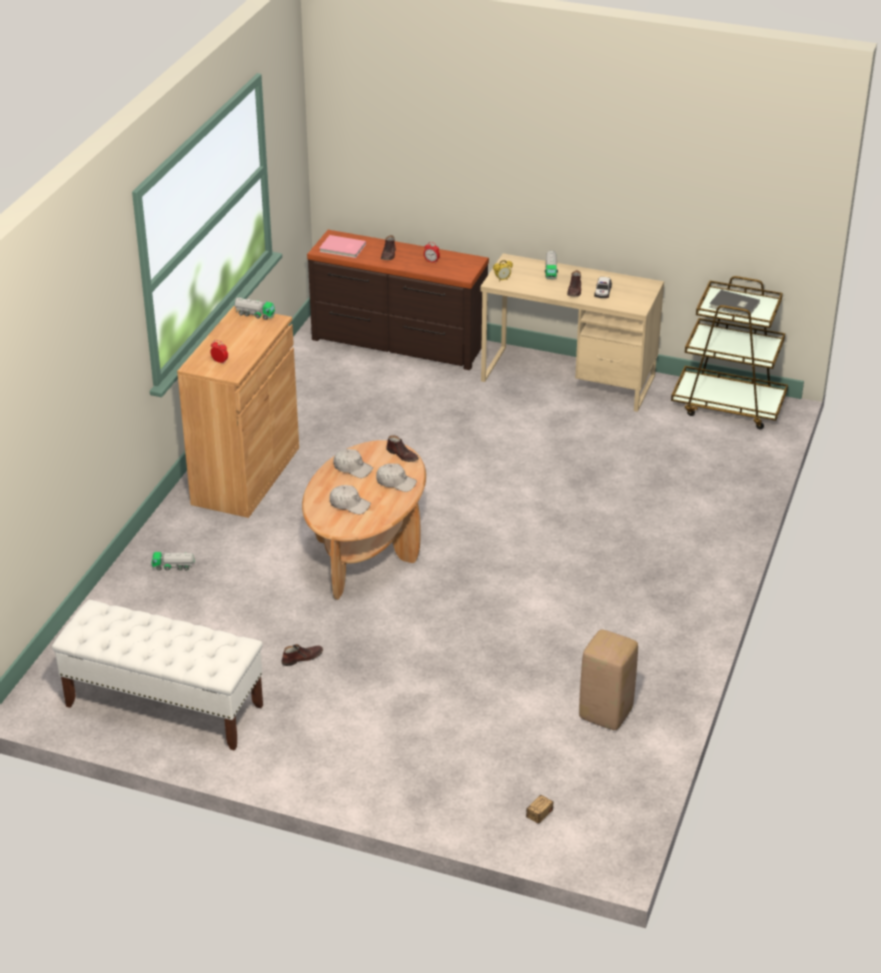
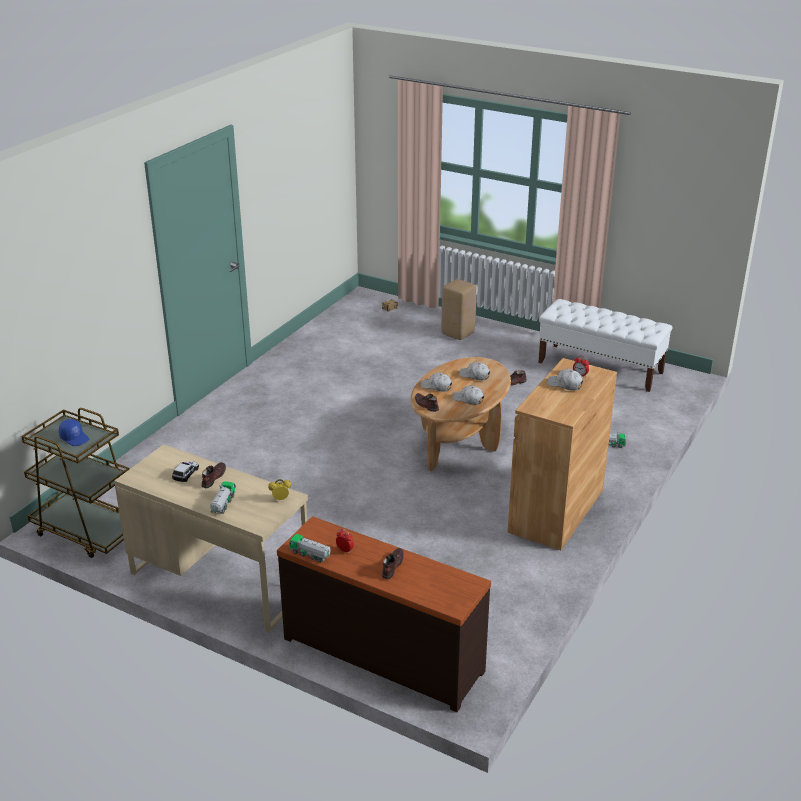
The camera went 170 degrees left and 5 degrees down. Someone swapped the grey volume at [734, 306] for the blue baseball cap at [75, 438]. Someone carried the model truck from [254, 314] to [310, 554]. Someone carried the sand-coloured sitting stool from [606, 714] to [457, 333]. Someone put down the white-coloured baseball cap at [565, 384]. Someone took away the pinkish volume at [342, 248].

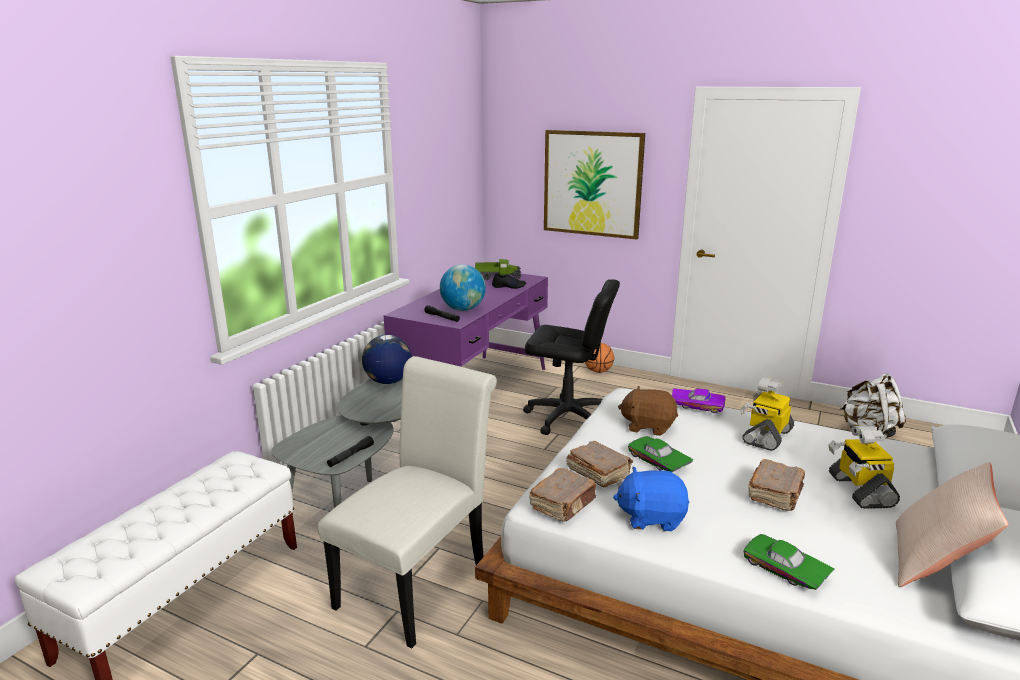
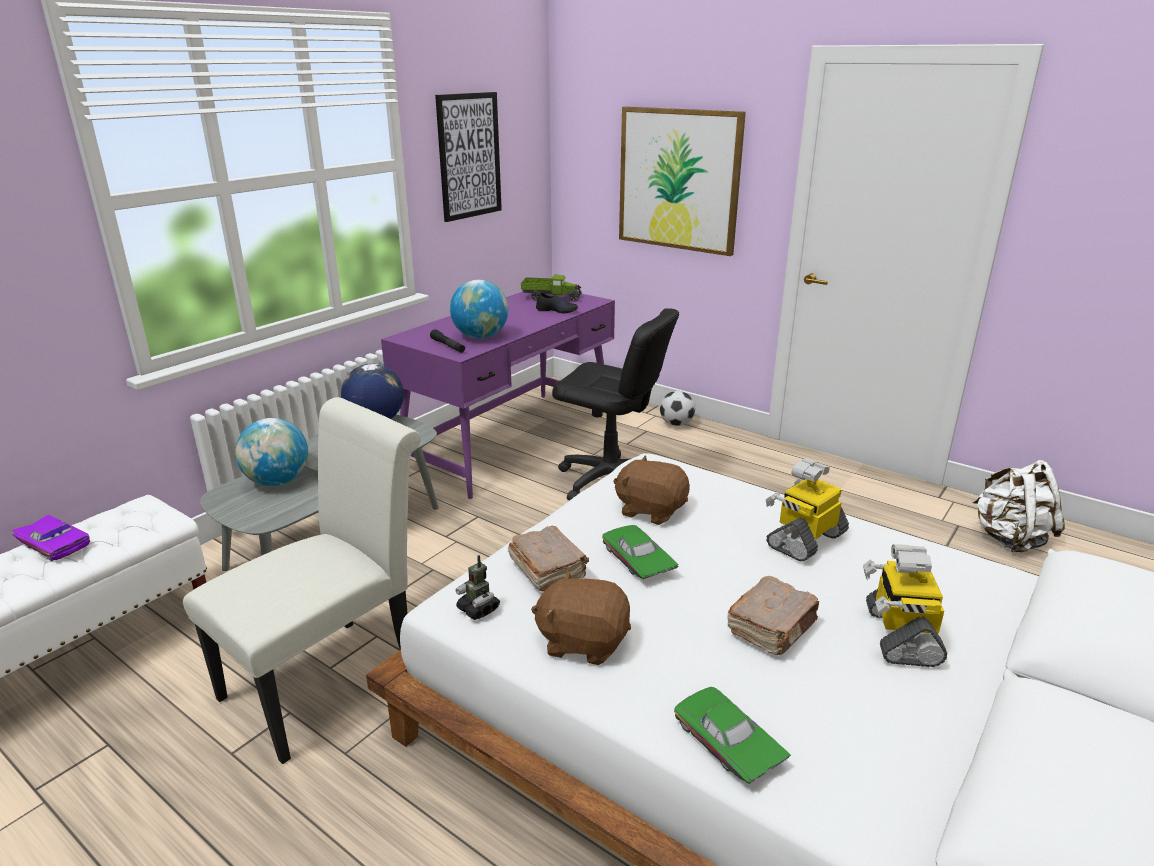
The camera went 10 degrees right and 5 degrees up. Someone carried the purple miniature car from [697, 404] to [56, 543]. Someone put down the world globe at [278, 482]. Someone put up the wall art at [469, 156]. Someone swapped the brownish volume at [563, 504] for the model robot at [478, 609]. Someone repainted the blue cuddly toy at [651, 517], which became the brownish cuddly toy at [583, 641]. Someone swapped the basketball at [598, 371] for the football at [676, 424]. Someone took away the black torch at [351, 456]. Someone took away the sand-coloured throw pillow at [935, 562].

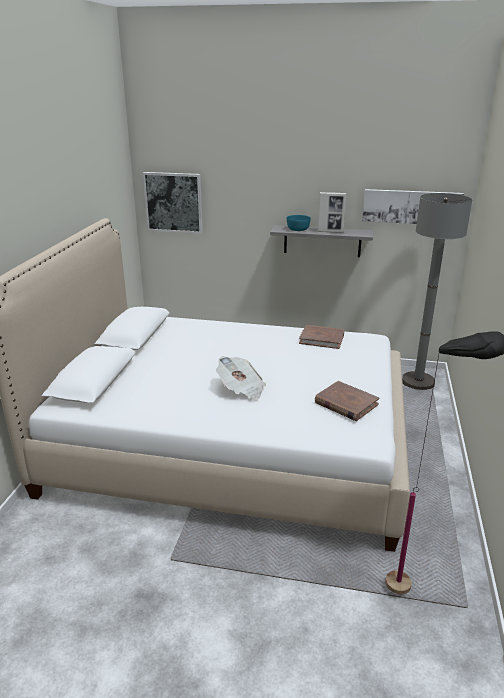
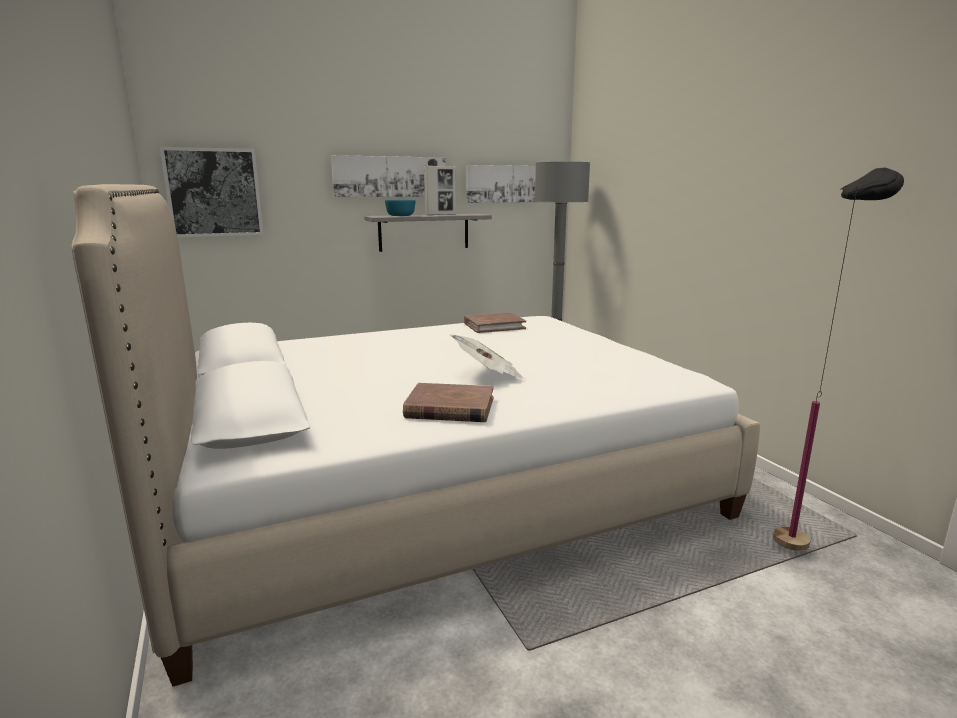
The camera went 35 degrees left and 10 degrees down. Someone put up the wall art at [390, 176]. Someone carried the brownish volume from [346, 403] to [449, 408].

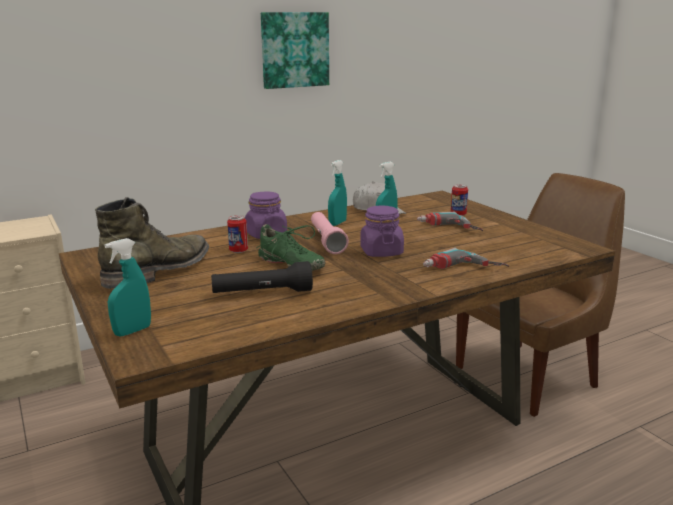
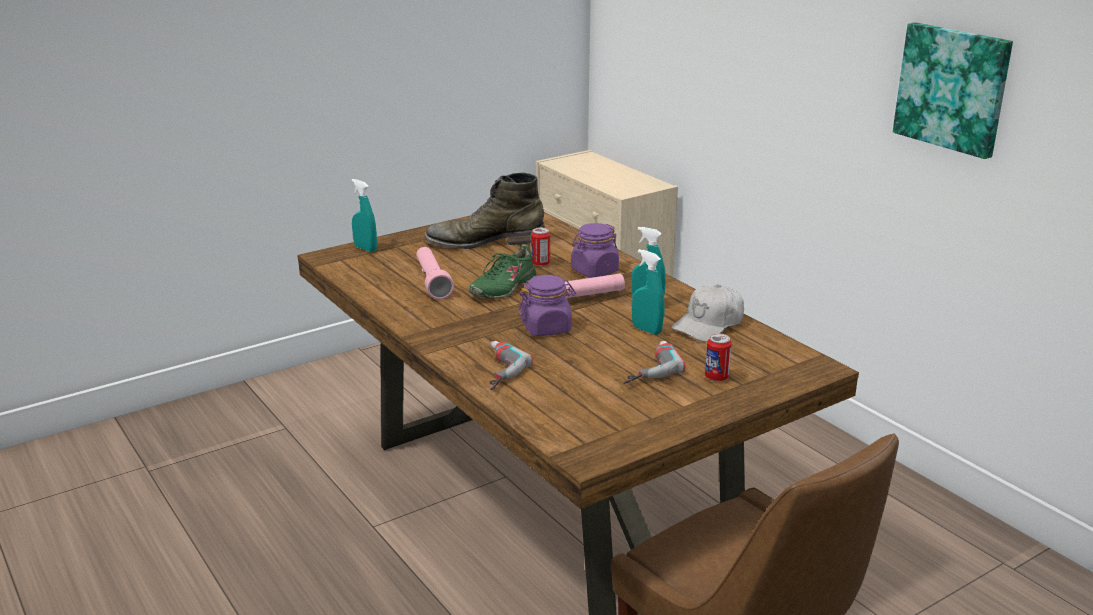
The camera went 85 degrees right and 5 degrees up. Someone repainted the black torch at [262, 293], which became the pinkish torch at [432, 282]. Someone rotated the green tall boot at [160, 270] by 150 degrees clockwise.

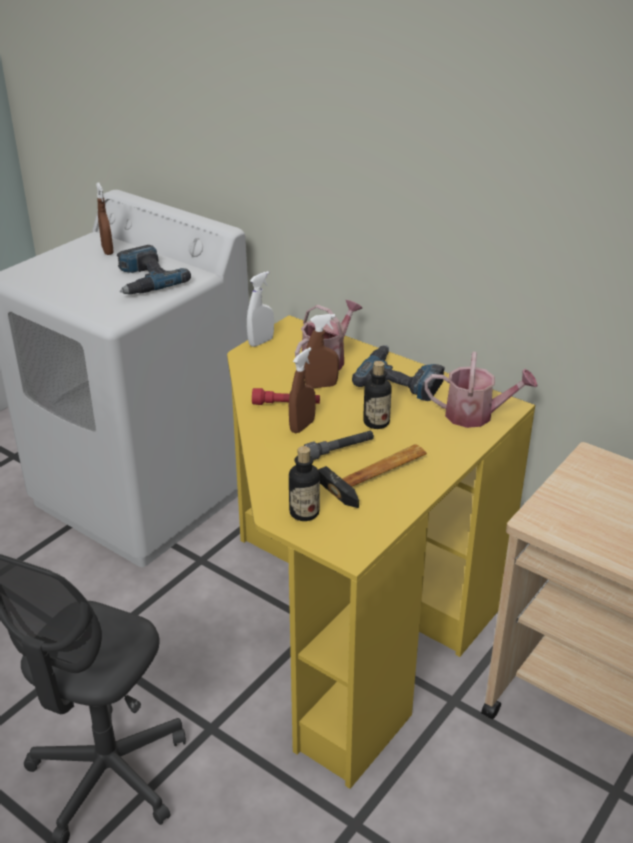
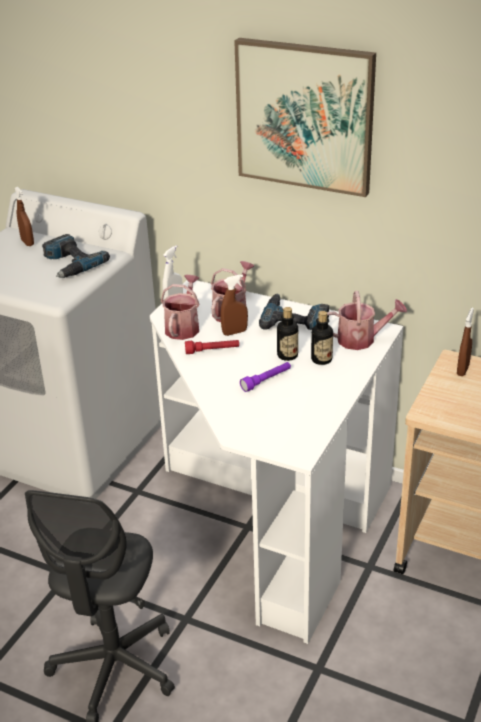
The camera went 10 degrees left and 0 degrees up. Someone repainted the yellow desk table at [345, 616], which became the white-coloured desk table at [268, 516]. Someone put down the watering pot at [183, 327]. Someone put up the wall art at [305, 116]. Someone repainted the grey torch at [339, 450], which became the purple torch at [266, 381]. Someone carried the beverage bottle from [304, 512] to [321, 359]. Someone carried the brownish hand sprayer from [302, 426] to [462, 370]. Someone took away the hand hammer at [379, 475].

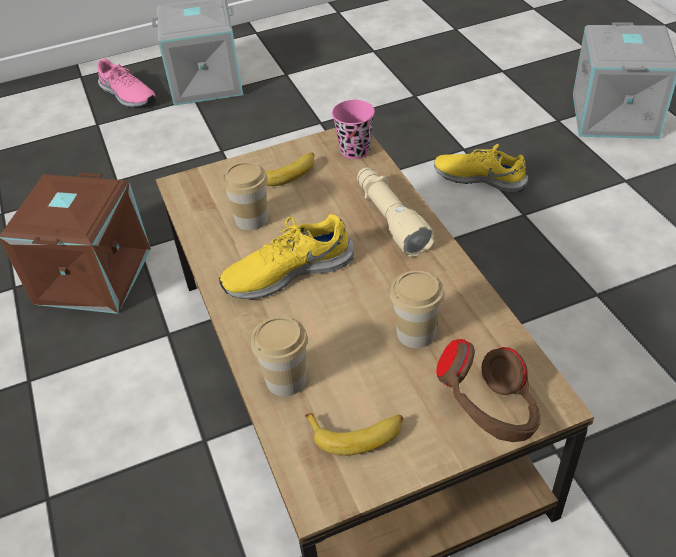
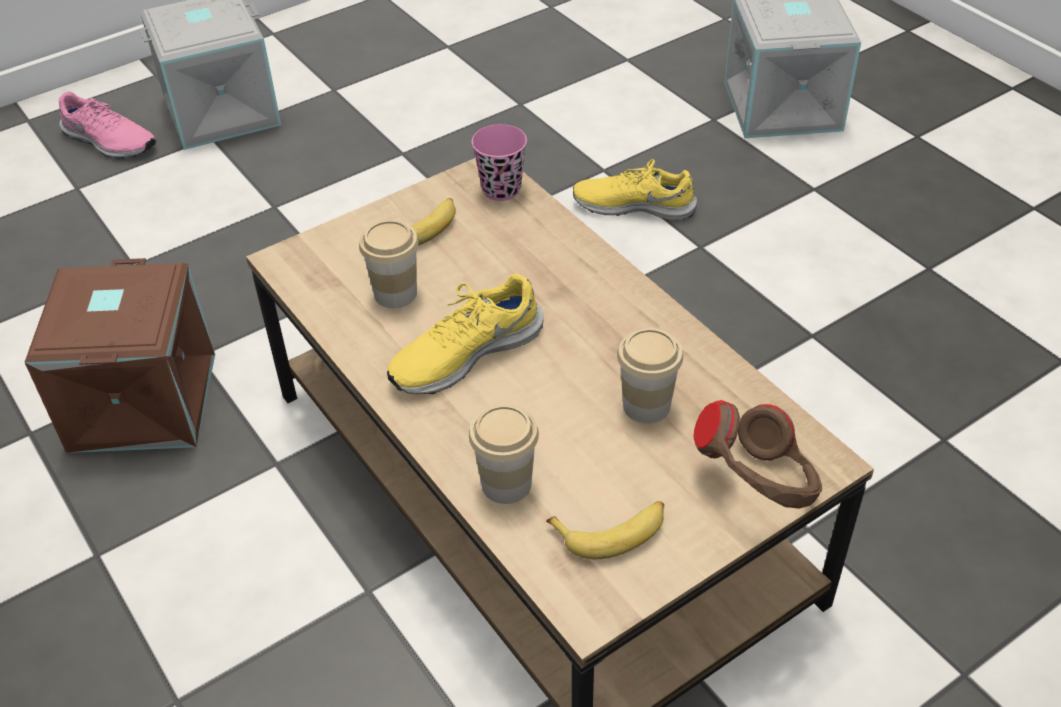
The camera went 15 degrees left and 0 degrees up. Someone took away the sand-coloured torch at [390, 219].

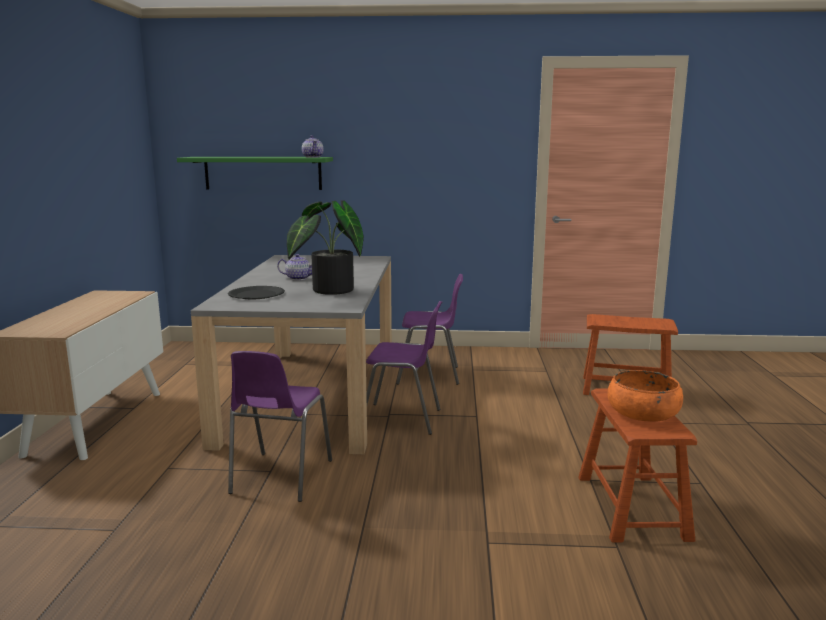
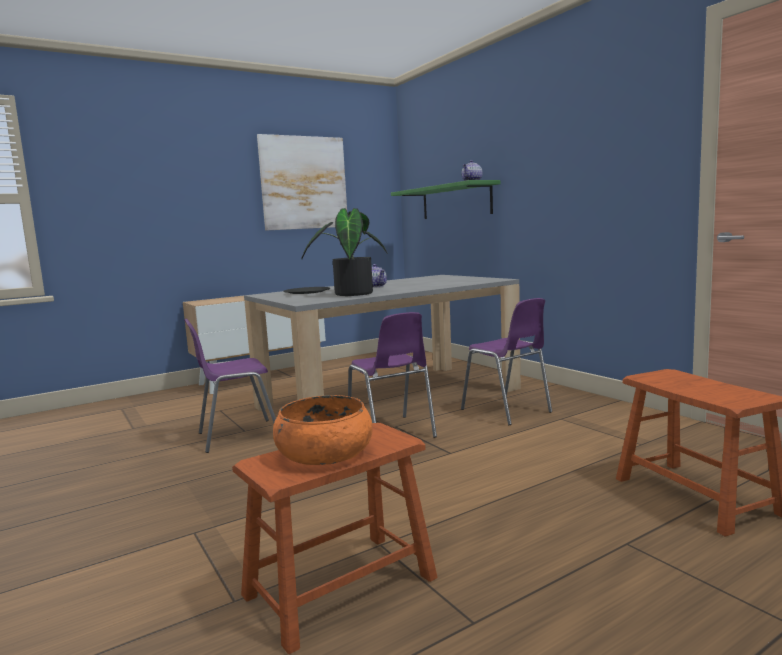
The camera went 55 degrees right and 5 degrees down. Someone put up the wall art at [303, 183].

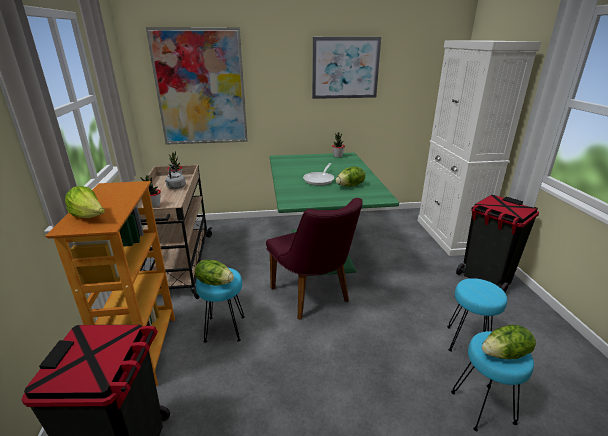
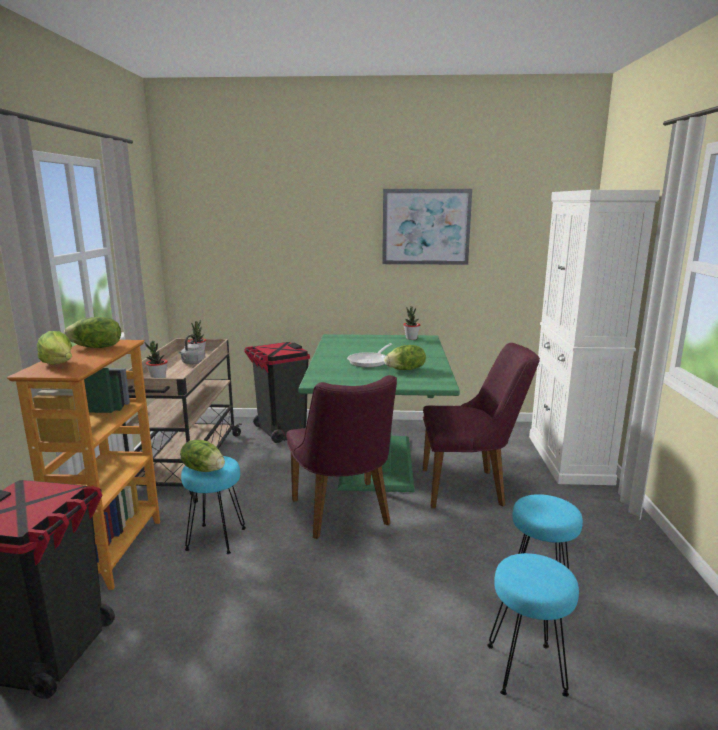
The camera went 10 degrees right and 10 degrees down. Someone carried the lettuce head from [505, 354] to [96, 347]. Someone carried the black trash can from [485, 279] to [281, 432]. Someone put down the purple plain chair at [471, 487]. Someone took away the wall art at [201, 88].

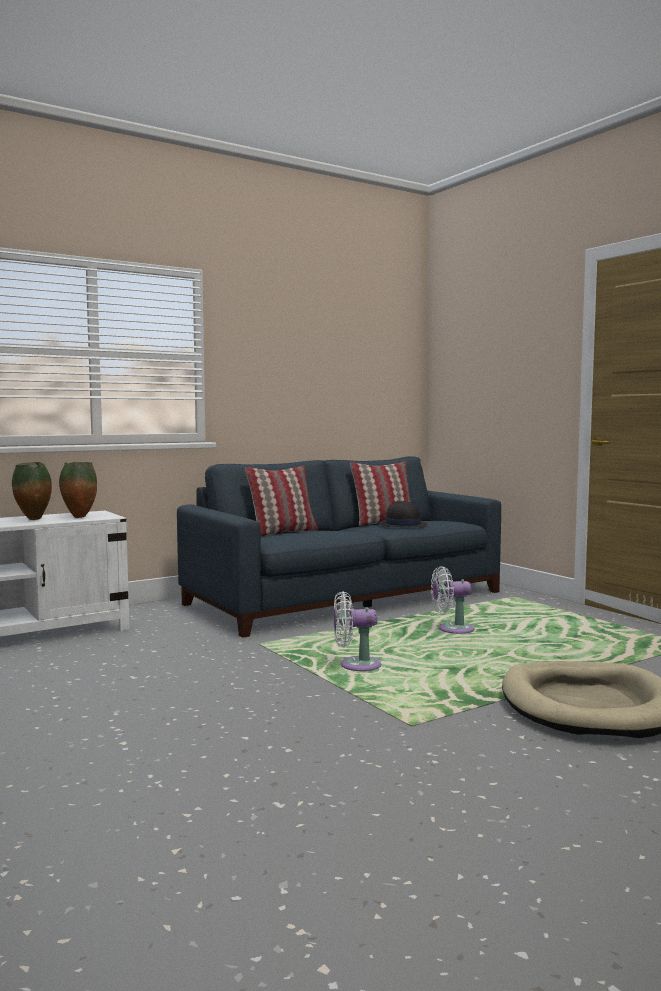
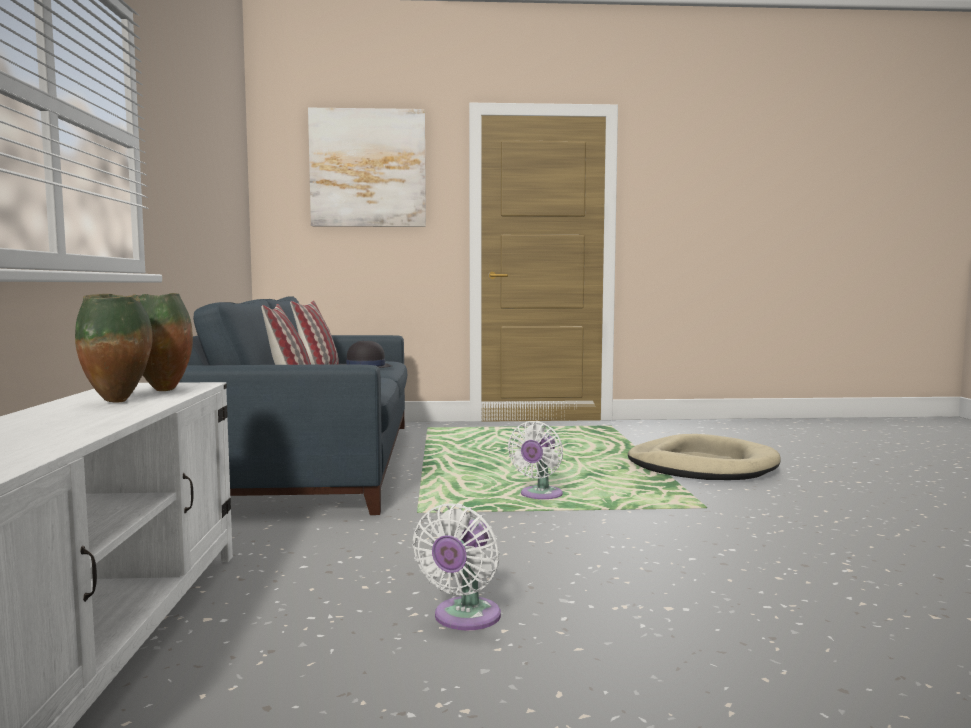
The camera went 60 degrees left and 0 degrees up. Someone put up the wall art at [368, 168]. Someone carried the white-coloured cooling fan from [452, 629] to [464, 618].

